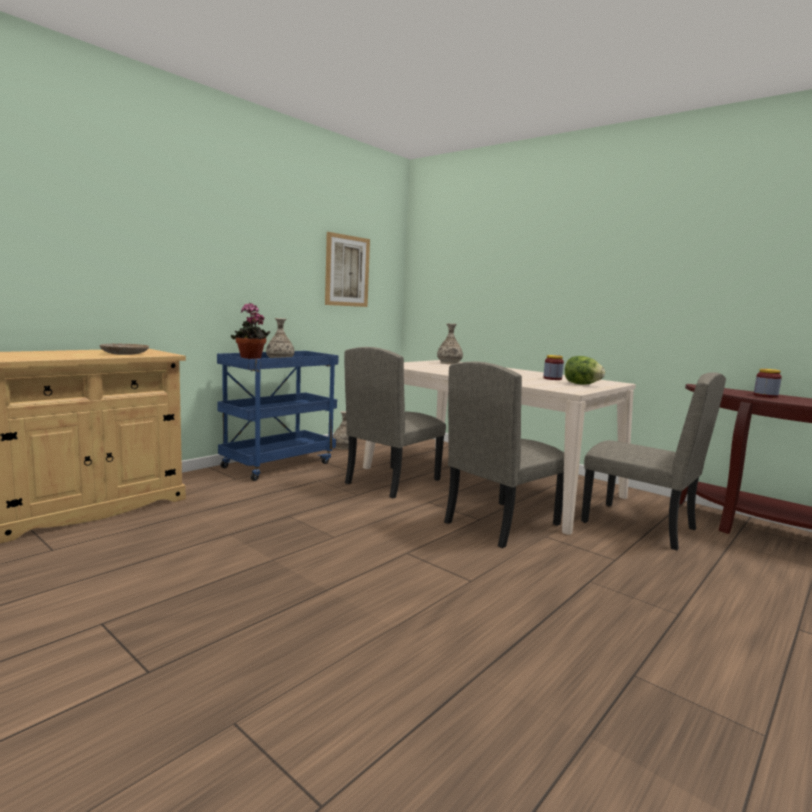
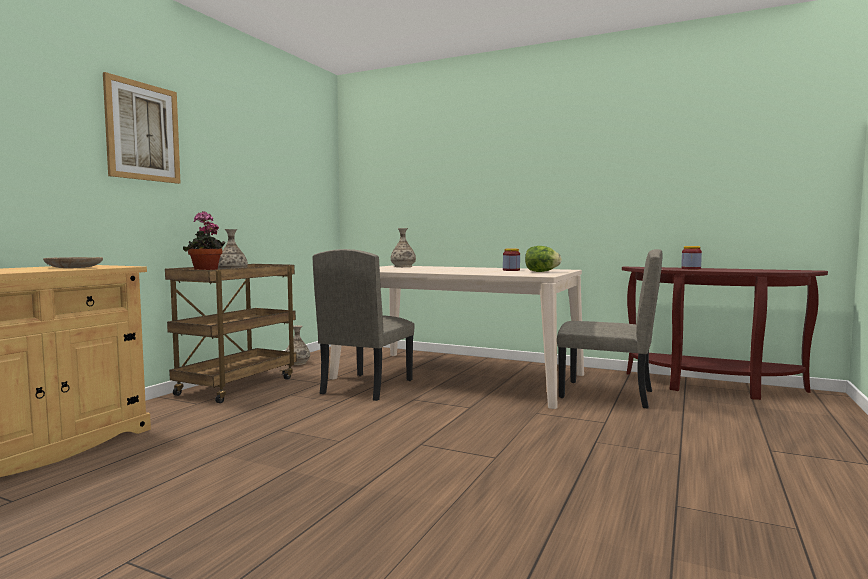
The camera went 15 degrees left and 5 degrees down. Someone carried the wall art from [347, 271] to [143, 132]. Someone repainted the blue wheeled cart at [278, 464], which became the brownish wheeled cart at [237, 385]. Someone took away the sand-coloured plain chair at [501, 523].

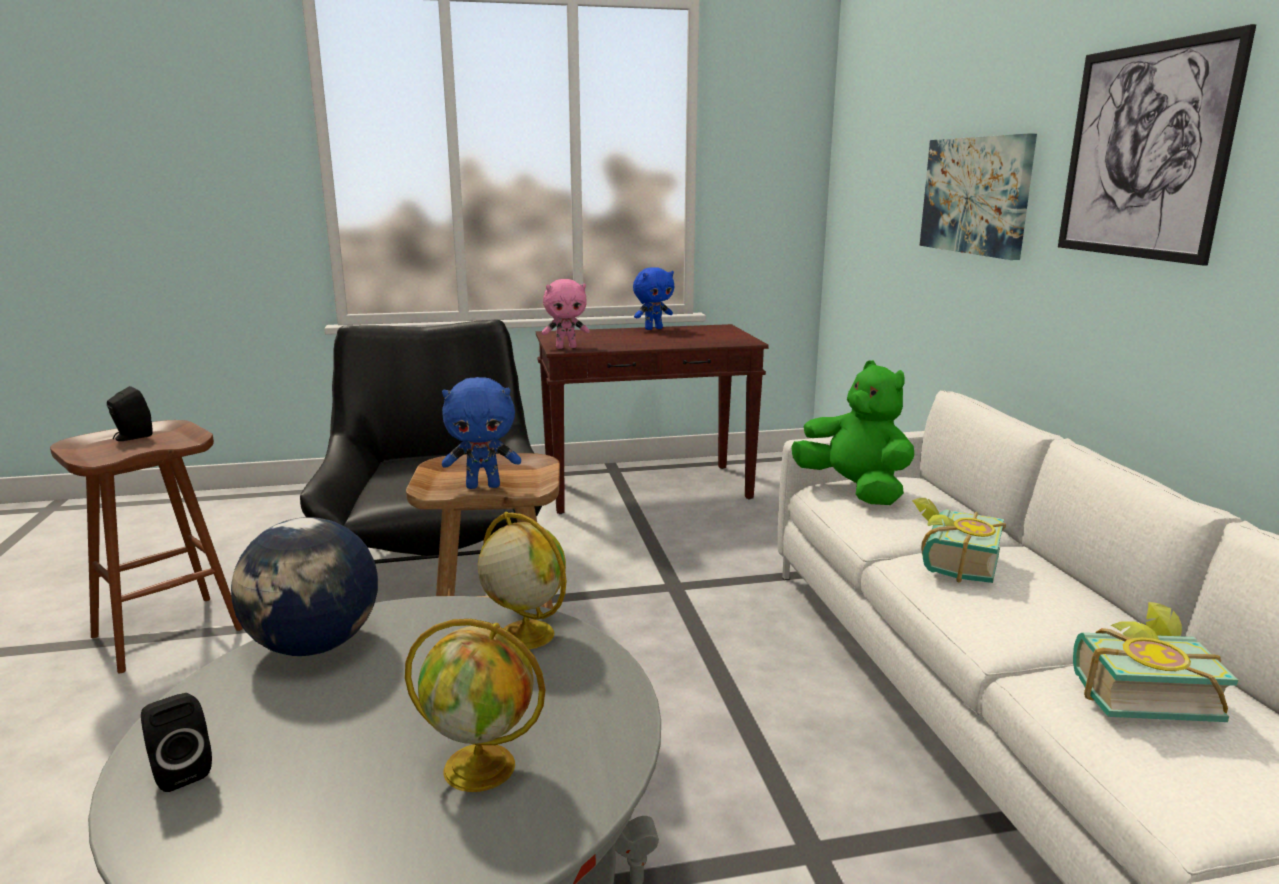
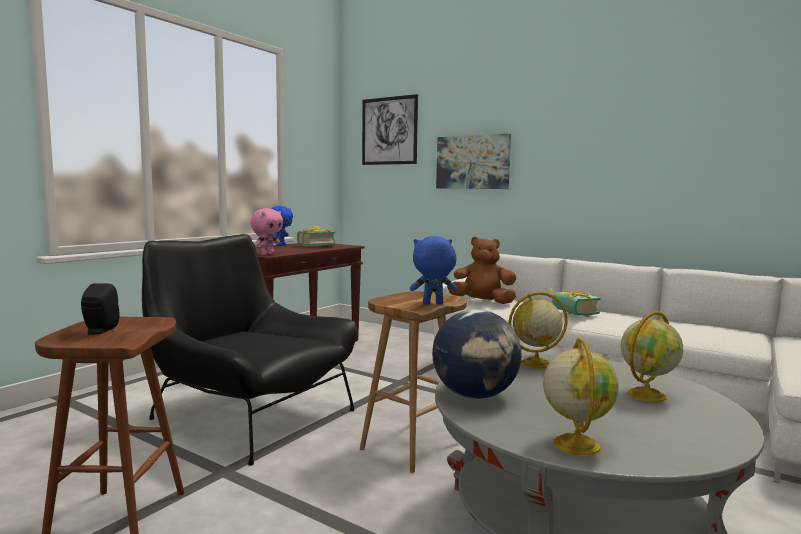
The camera went 45 degrees left and 10 degrees down. Someone carried the volume from [1137, 691] to [314, 245]. Someone carried the wall art from [1144, 152] to [389, 131]. Someone rotated the blue cuddly toy at [483, 486] by 135 degrees counterclockwise. Someone repainted the green cuddly toy at [854, 490], which became the brownish cuddly toy at [482, 302]. Someone swapped the black loudspeaker at [180, 771] for the world globe at [575, 444].

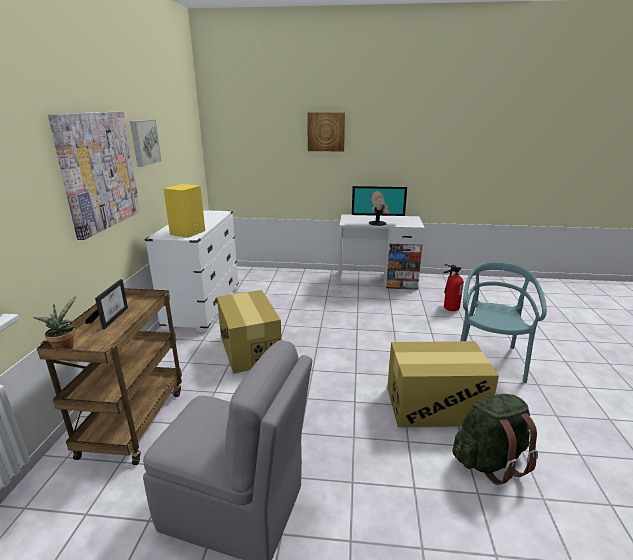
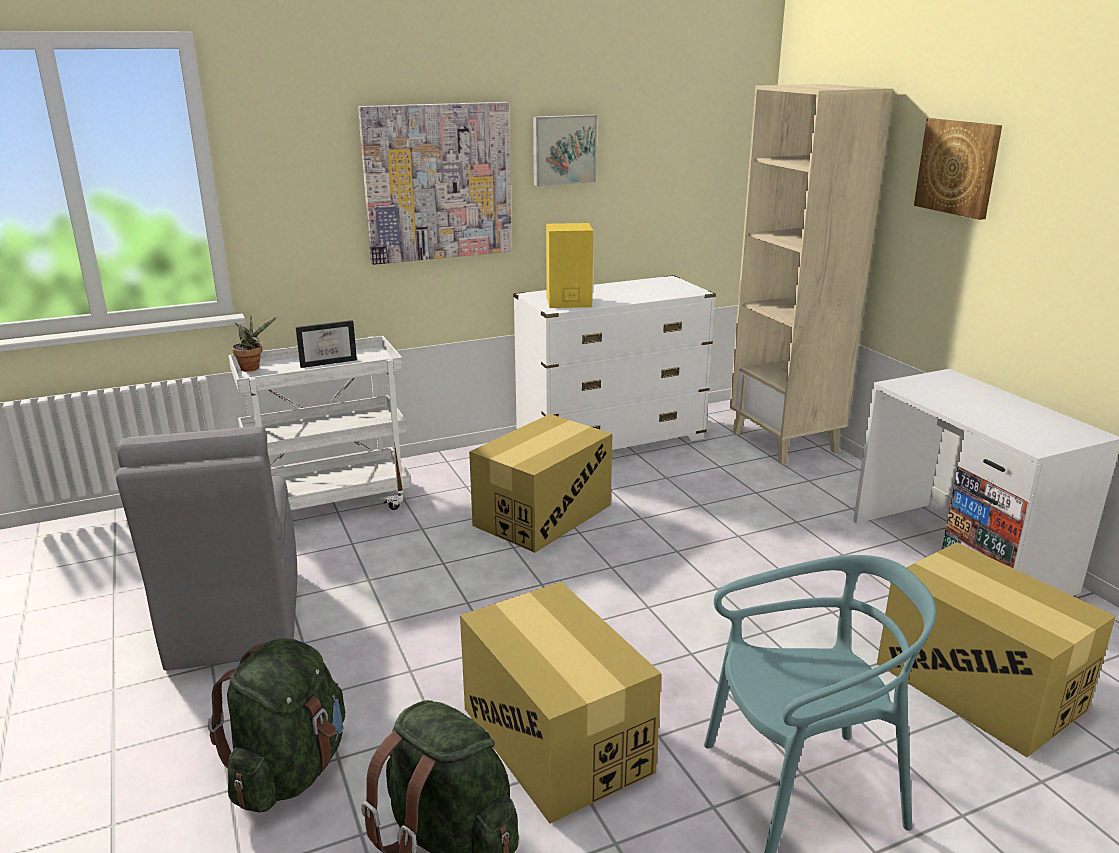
The camera went 60 degrees right and 0 degrees up. Someone put down the green backpack at [290, 771]. Someone repainted the brownish wheeled cart at [133, 421], which became the white-coloured wheeled cart at [332, 503]. Someone put down the sand-coloured shelving unit at [785, 442]. Someone swapped the fire-fighting cylinder at [449, 308] for the packing box at [978, 686]. Someone took away the computer screen at [377, 223].

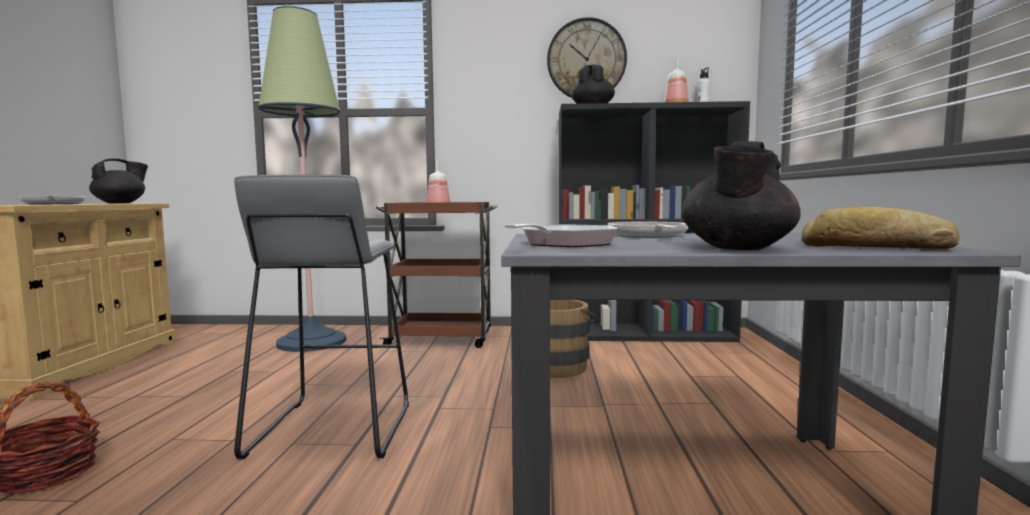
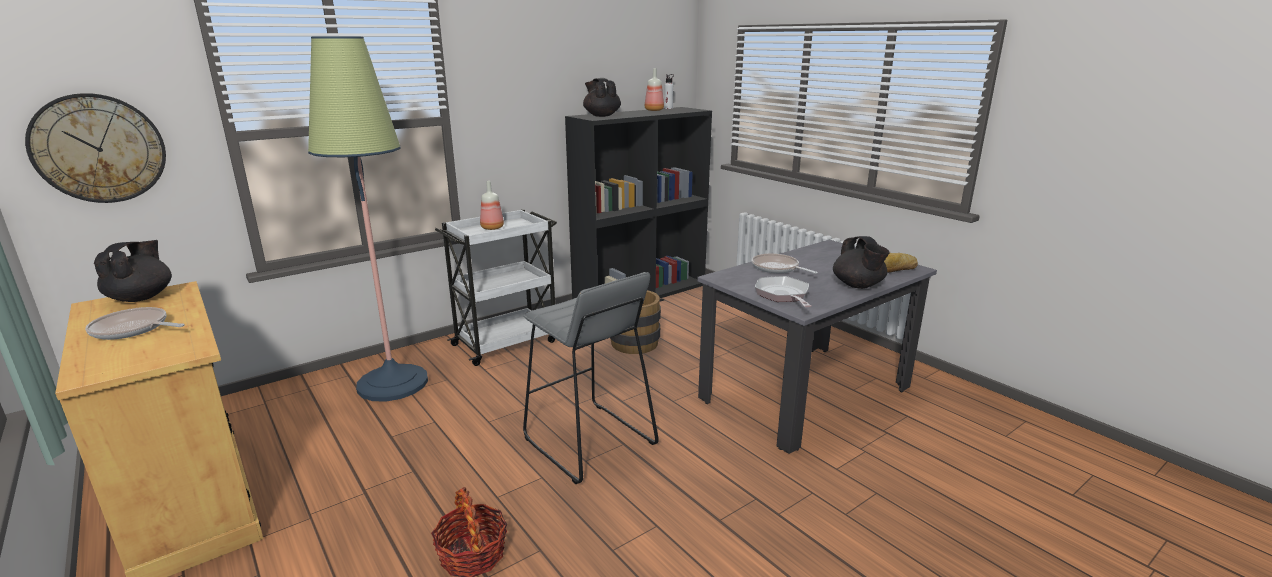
The camera went 40 degrees left and 15 degrees up. Someone carried the clock on the wall from [586, 60] to [99, 148]. Someone repainted the brownish wheeled cart at [442, 339], which became the white-coloured wheeled cart at [506, 342].

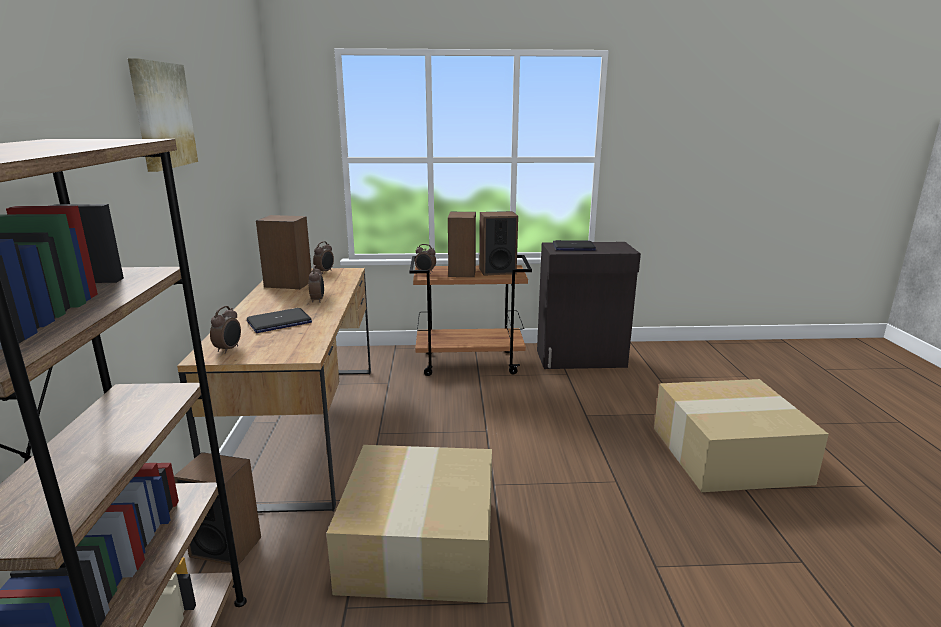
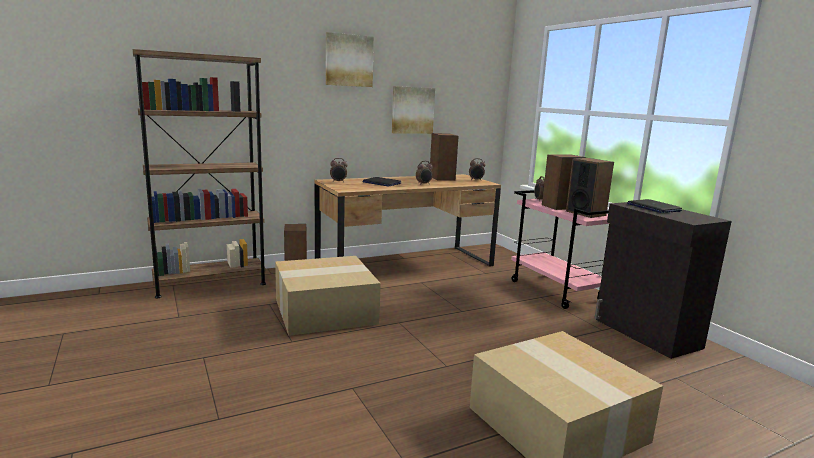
The camera went 65 degrees right and 5 degrees down. Someone put up the wall art at [412, 110]. Someone repainted the brownish wheeled cart at [470, 363], which became the pinkish wheeled cart at [556, 291].

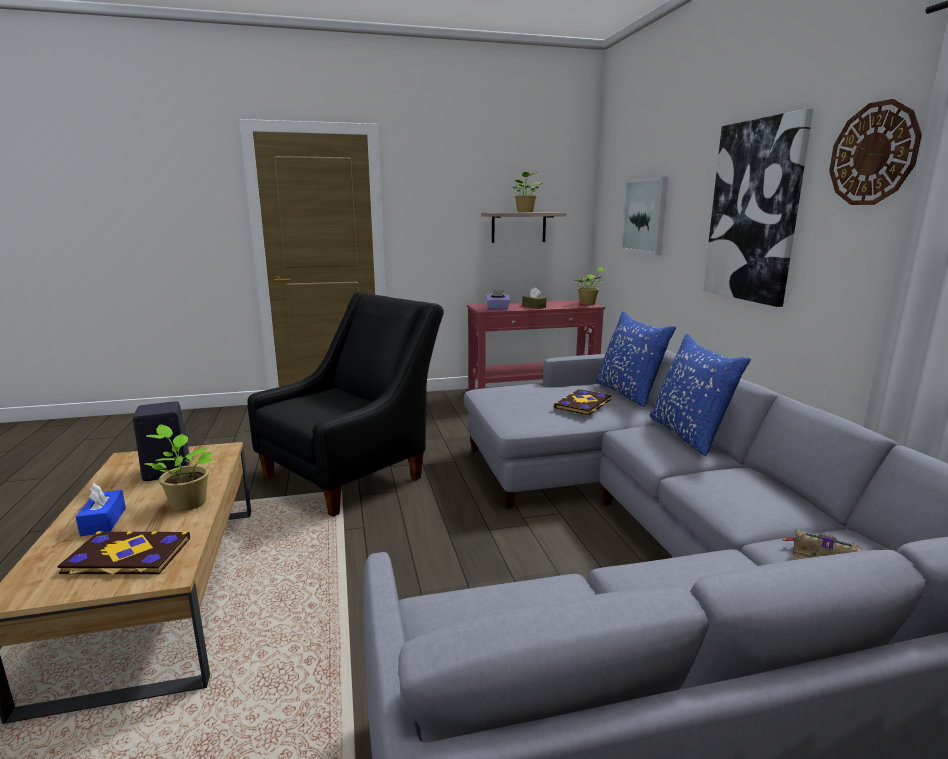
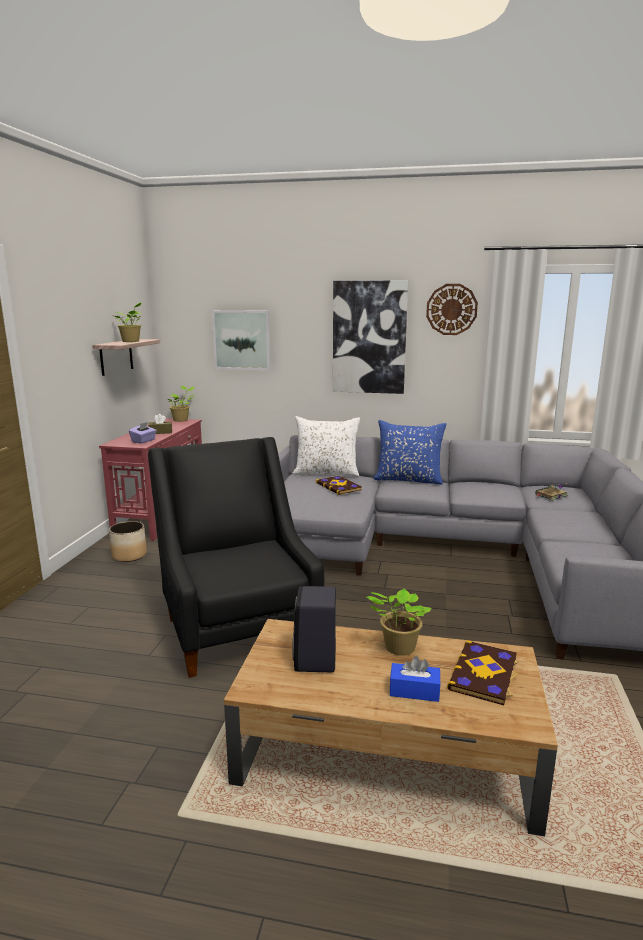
The camera went 65 degrees left and 0 degrees up. Someone put down the flower pot at [129, 555]. Someone repainted the blue throw pillow at [629, 393], which became the white-coloured throw pillow at [326, 473].

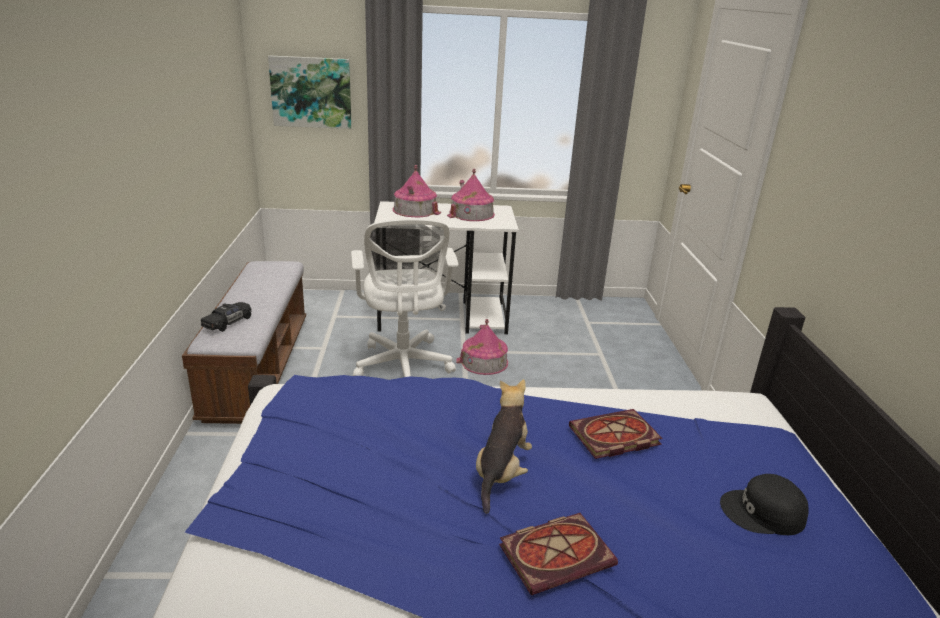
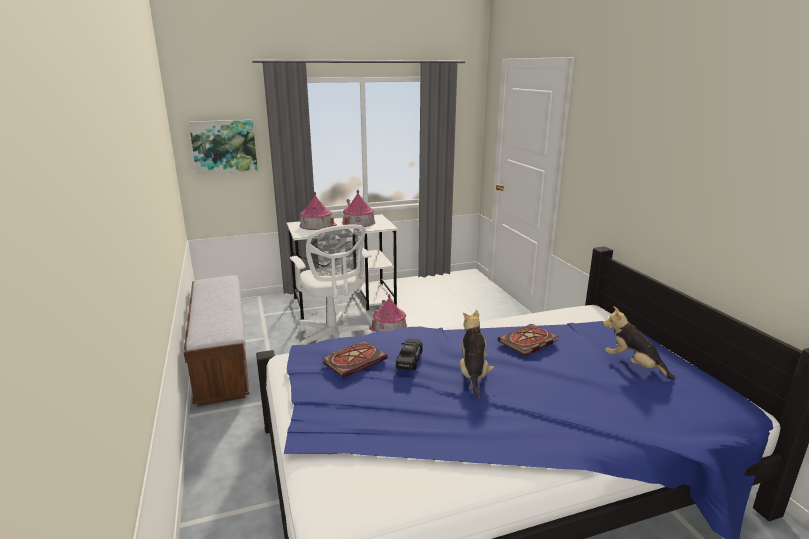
The camera went 15 degrees left and 5 degrees down. Someone carried the volume from [558, 553] to [355, 360]. Someone carried the black miniature car from [228, 323] to [409, 360]. Someone swapped the black baseball cap at [763, 513] for the cuddly toy at [633, 365].

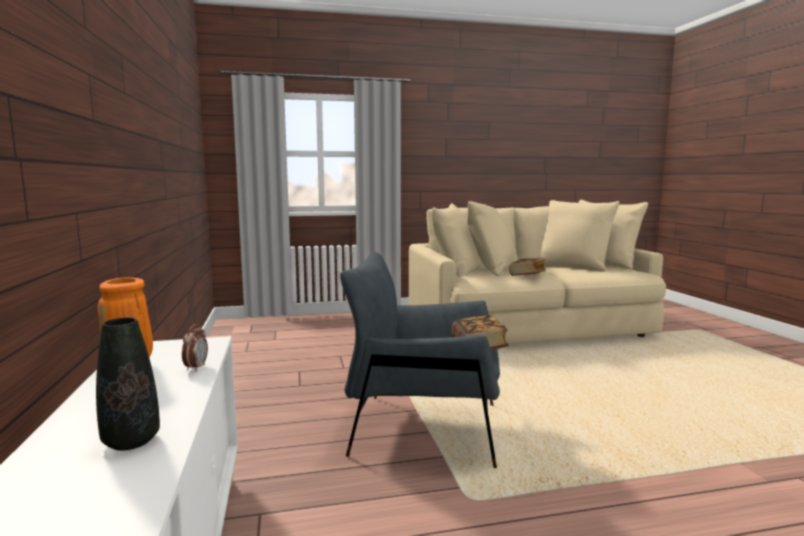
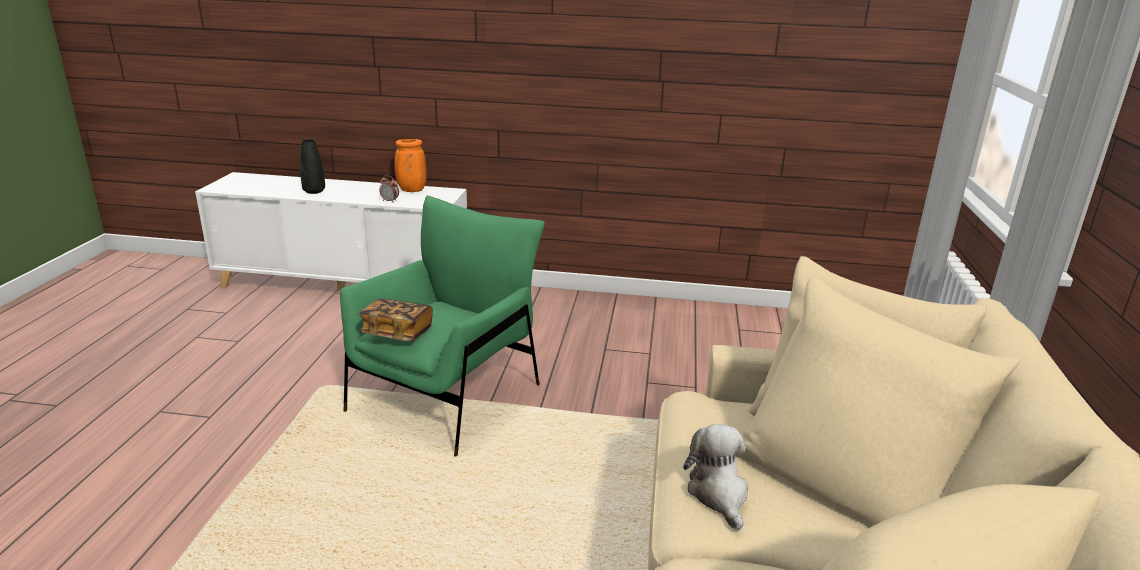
The camera went 110 degrees right and 15 degrees up. Someone repainted the grey armchair at [424, 428], which became the green armchair at [446, 396]. Someone swapped the volume at [527, 275] for the cuddly toy at [718, 494].

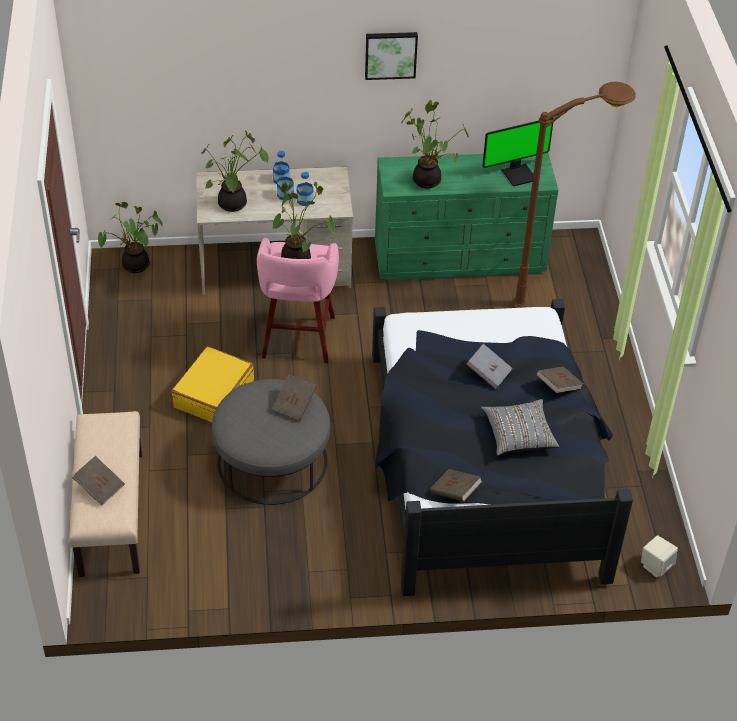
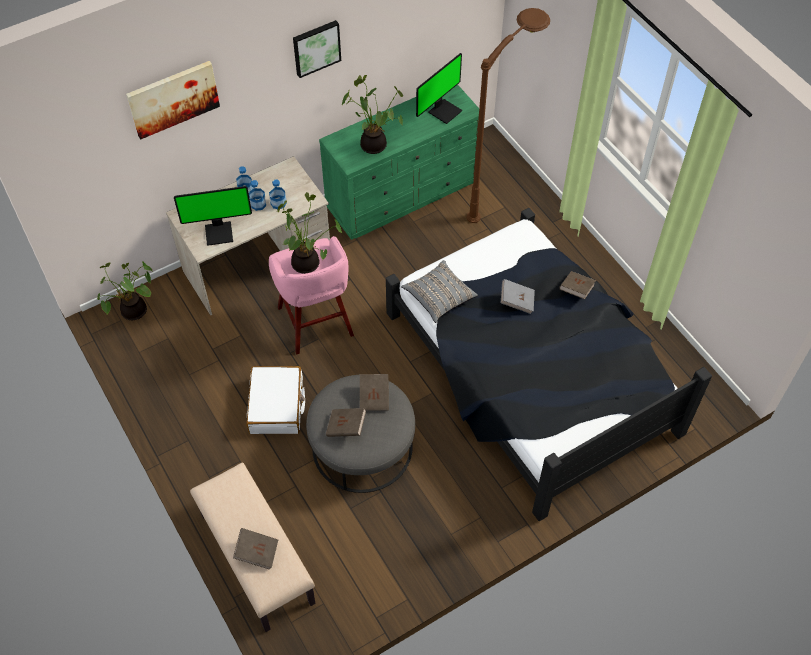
The camera went 25 degrees left and 10 degrees up. Someone put up the wall art at [173, 98]. Someone swapped the potted plant at [233, 205] for the computer screen at [219, 232]. Someone repainted the yellow travel case at [214, 394], which became the white-coloured travel case at [277, 406]. Someone carried the brownish volume from [455, 492] to [346, 427]. Someone carried the grey throw pillow from [518, 435] to [439, 297]. Someone took away the sand-coloured loudspeaker at [656, 566].

